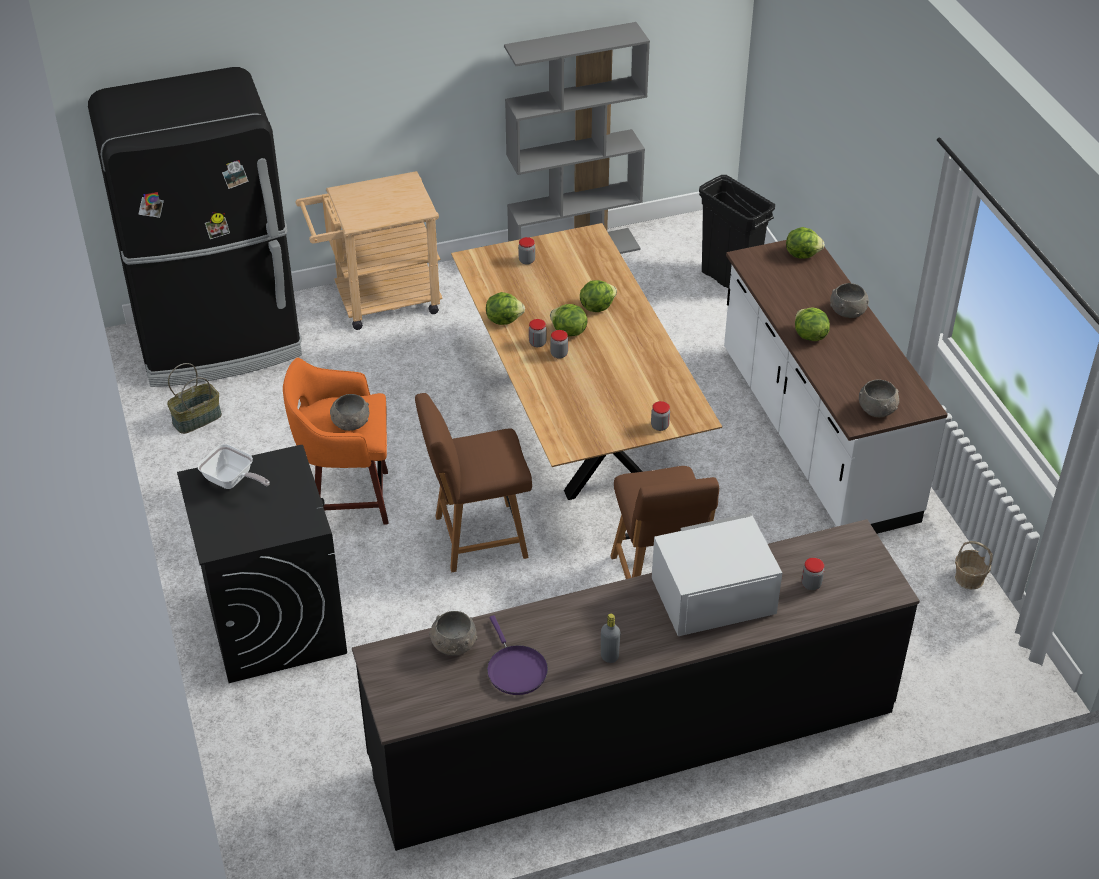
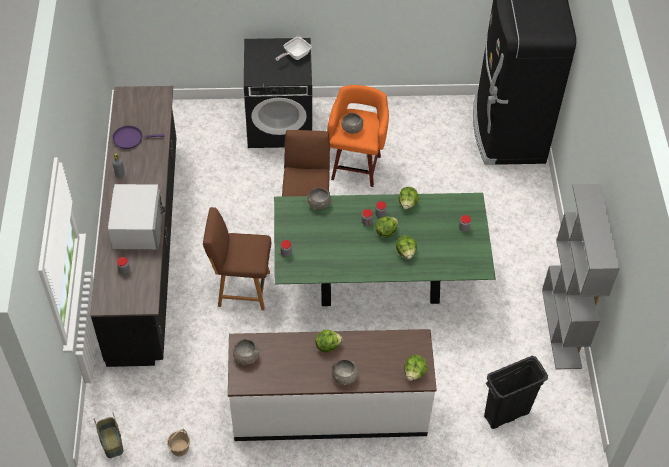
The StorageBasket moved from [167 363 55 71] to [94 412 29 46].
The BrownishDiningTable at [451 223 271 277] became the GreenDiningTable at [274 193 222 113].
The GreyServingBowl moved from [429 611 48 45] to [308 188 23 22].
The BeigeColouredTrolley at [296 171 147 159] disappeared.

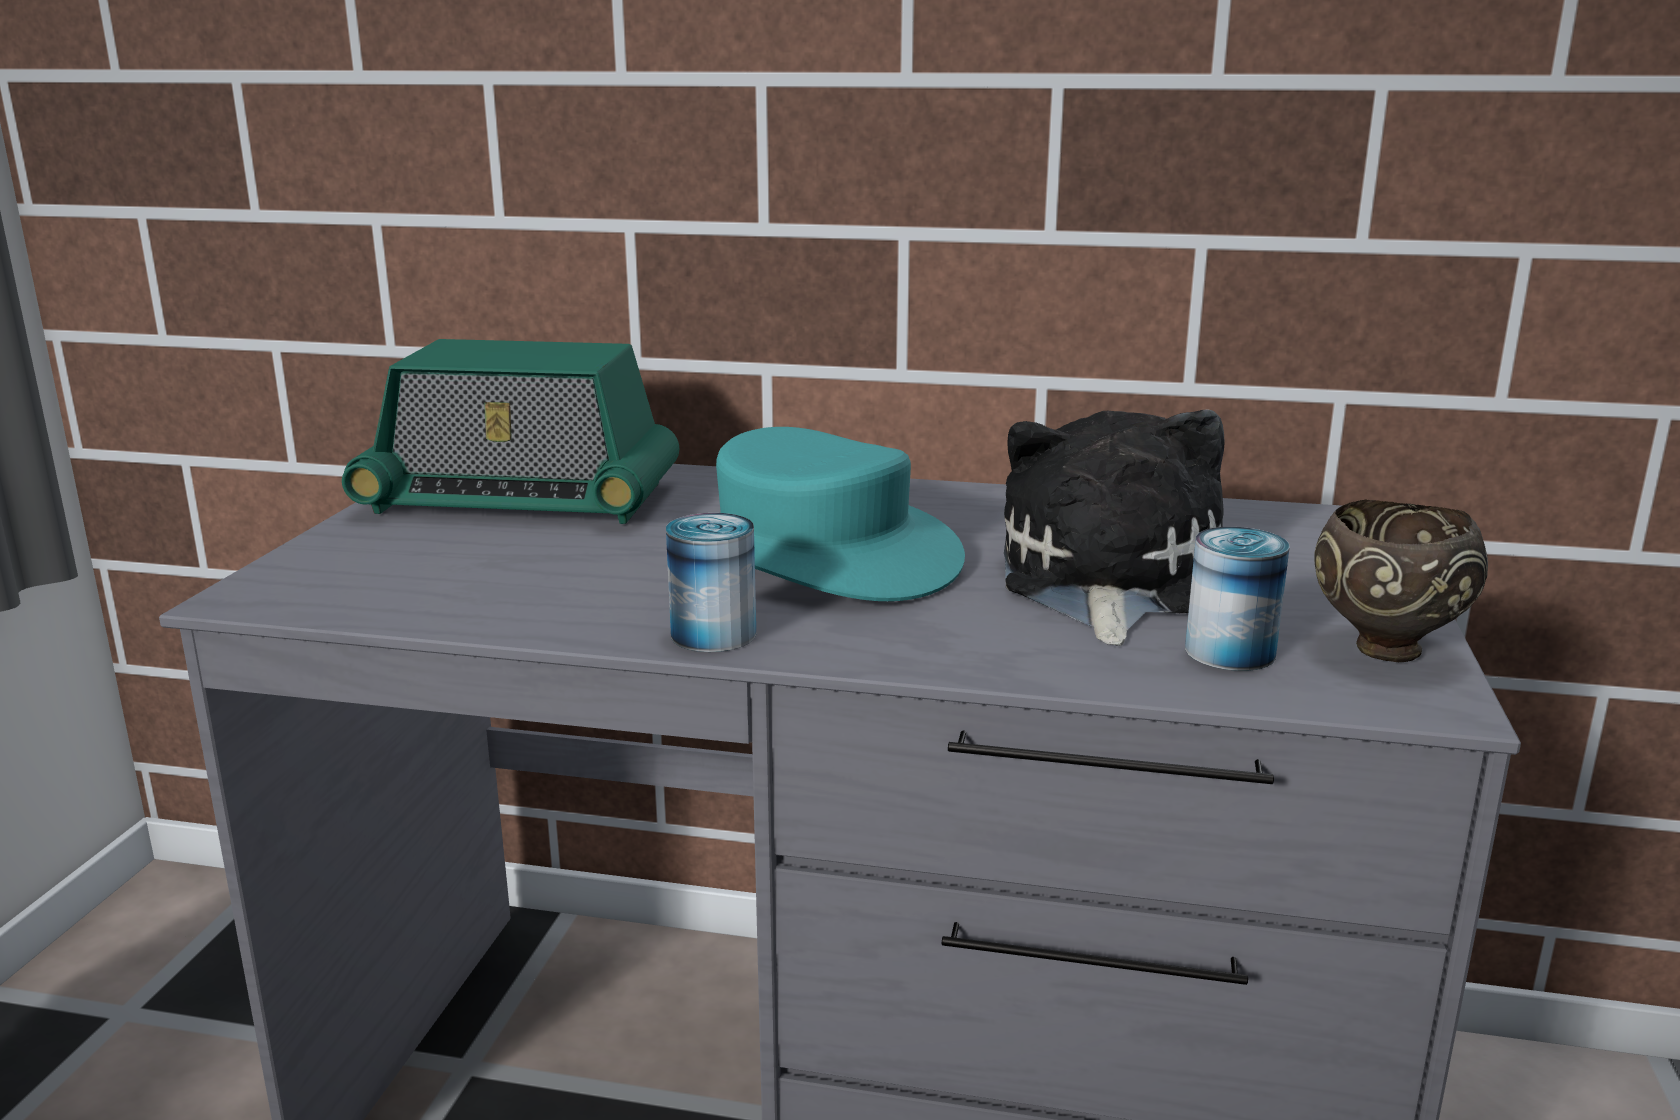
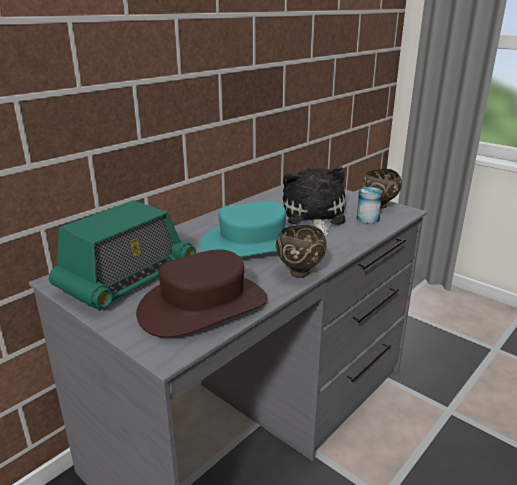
The BrownishClothingHat at [136 249 132 89] appeared.
The MetalCan at [666 513 90 139] was replaced by the BrownishServingBowl at [276 225 51 53].
The PlushToy at [1004 409 221 237] turned 45 degrees clockwise.

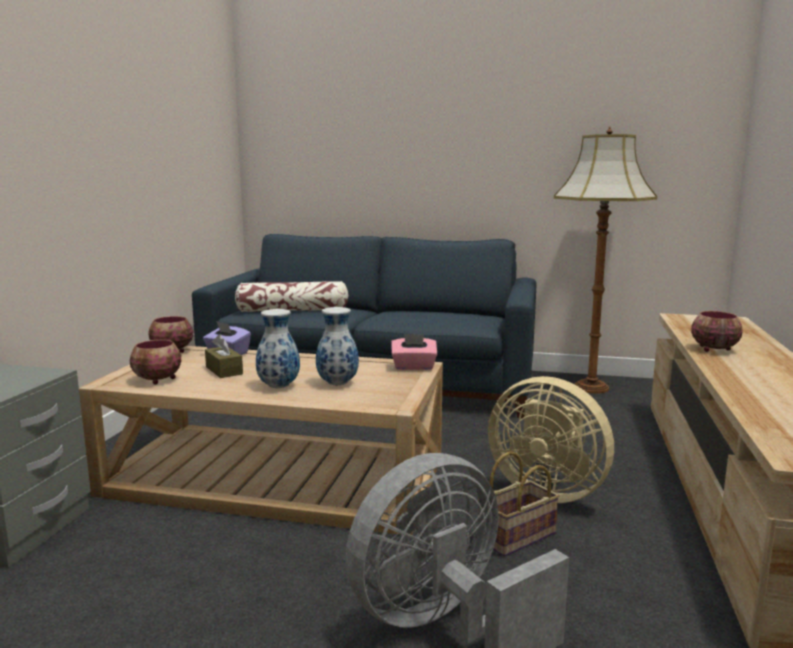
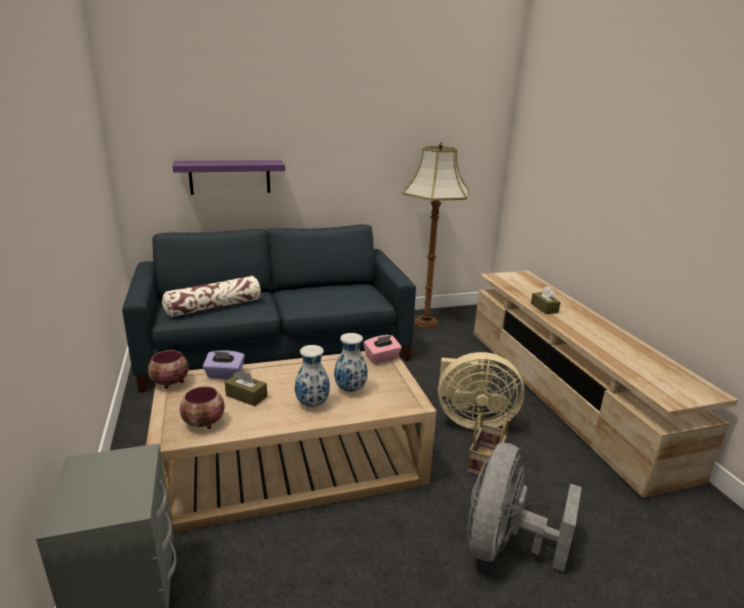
The PurpleShelf at [172 160 113 35] appeared.
The ServingBowl at [691 311 52 41] was replaced by the BrownishTissueHolder at [531 286 30 28].

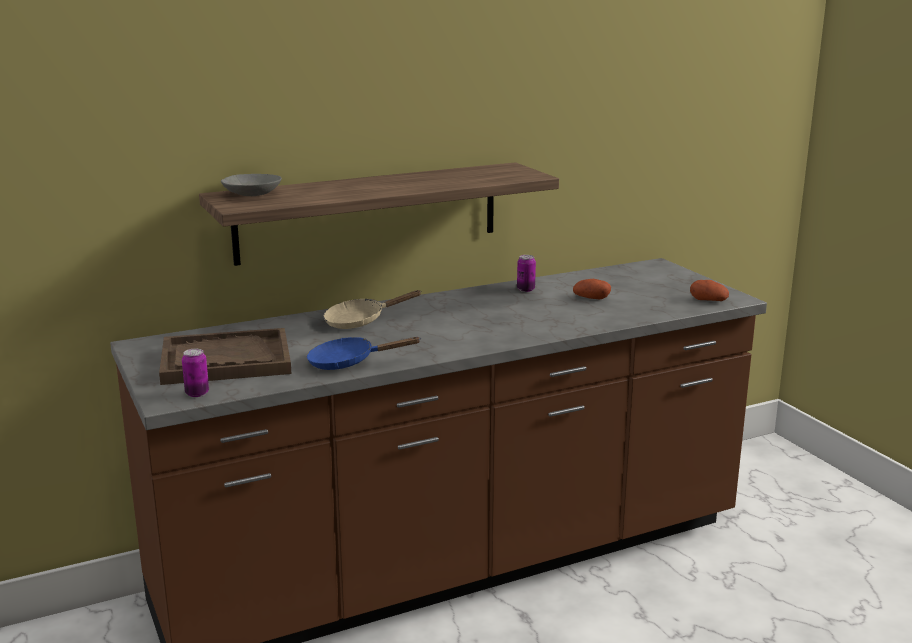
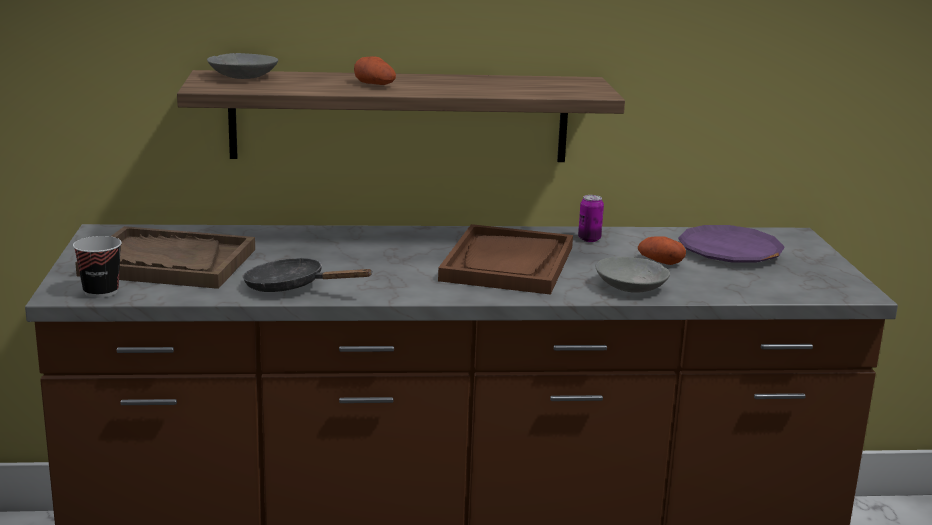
The MetalCan at [182 349 27 48] was replaced by the Cup at [73 236 49 62].
The BluishPan at [307 337 115 33] became the BlackPan at [243 258 130 34].
The Spud moved from [690 280 39 21] to [354 56 42 29].
The BrownishServingTray at [438 224 135 71] appeared.
The GreyServingBowl at [596 257 74 36] appeared.
The PurpleFlatDish at [678 225 107 38] appeared.
The BeigeColouredPan at [323 290 99 39] disappeared.

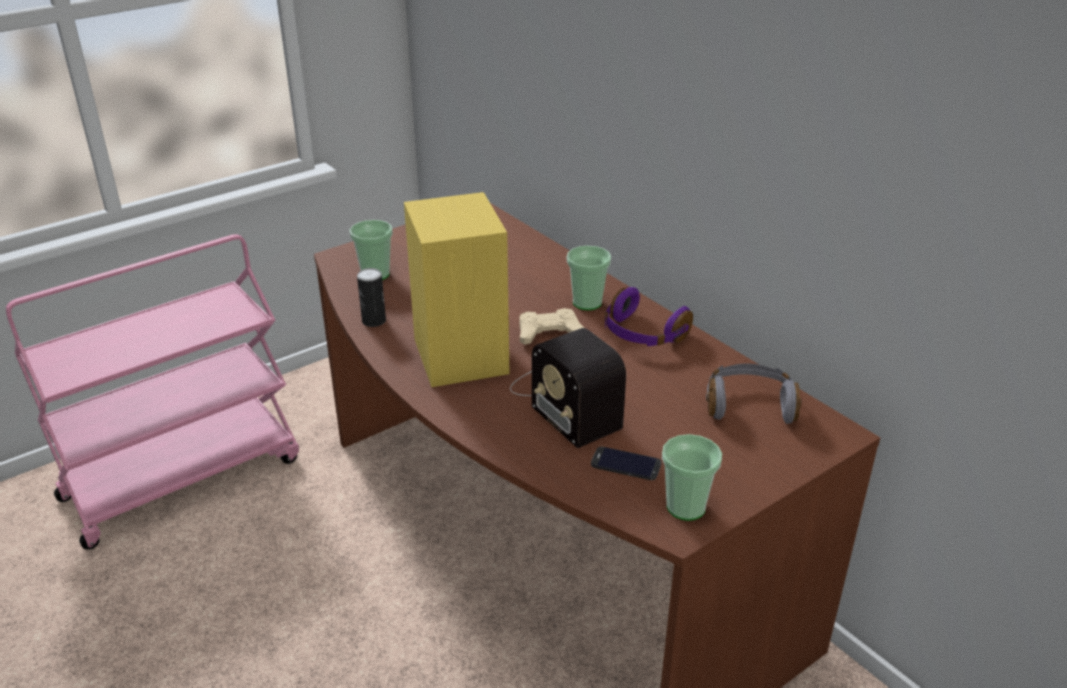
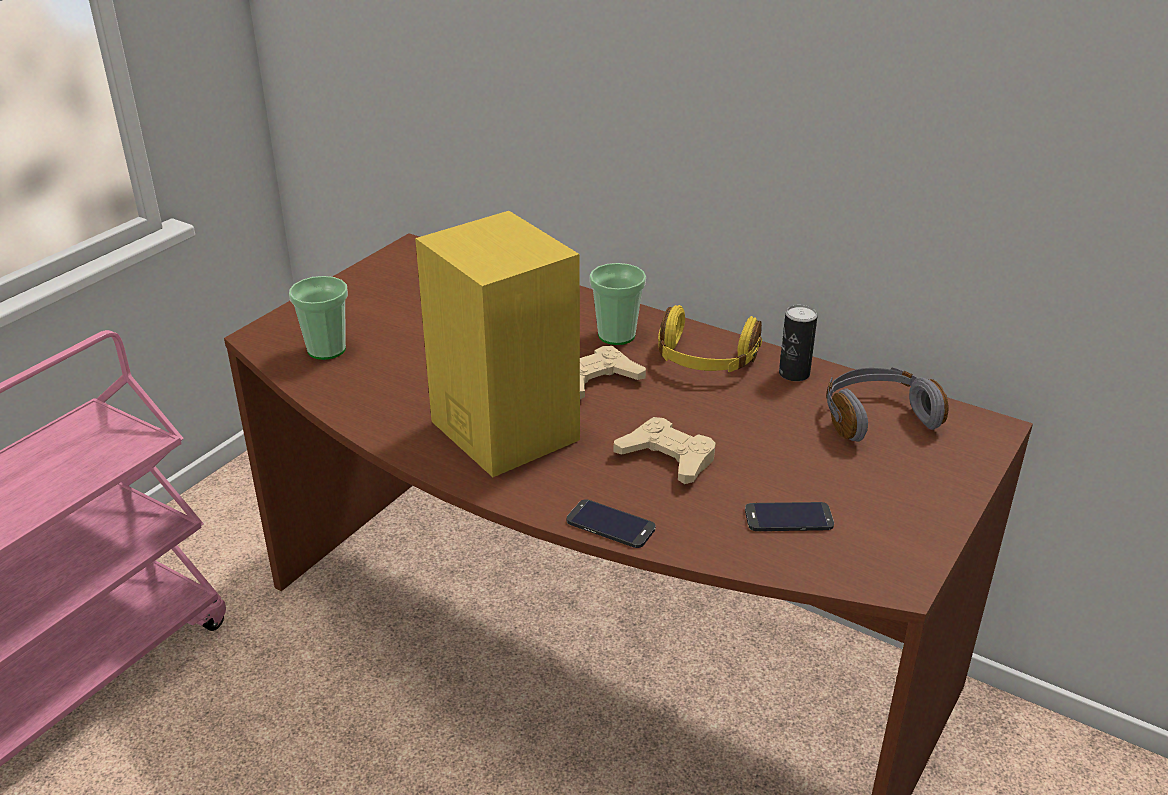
The Phone at [567 499 89 49] appeared.
The RadioSet at [510 328 116 120] was replaced by the BeigeColouredGameController at [614 417 102 67].
The PurpleHeadset at [604 287 89 59] became the YellowColouredHeadset at [658 305 104 67].
The MetalCan moved from [357 268 29 59] to [779 305 38 76].
The Cup at [662 434 60 87] disappeared.

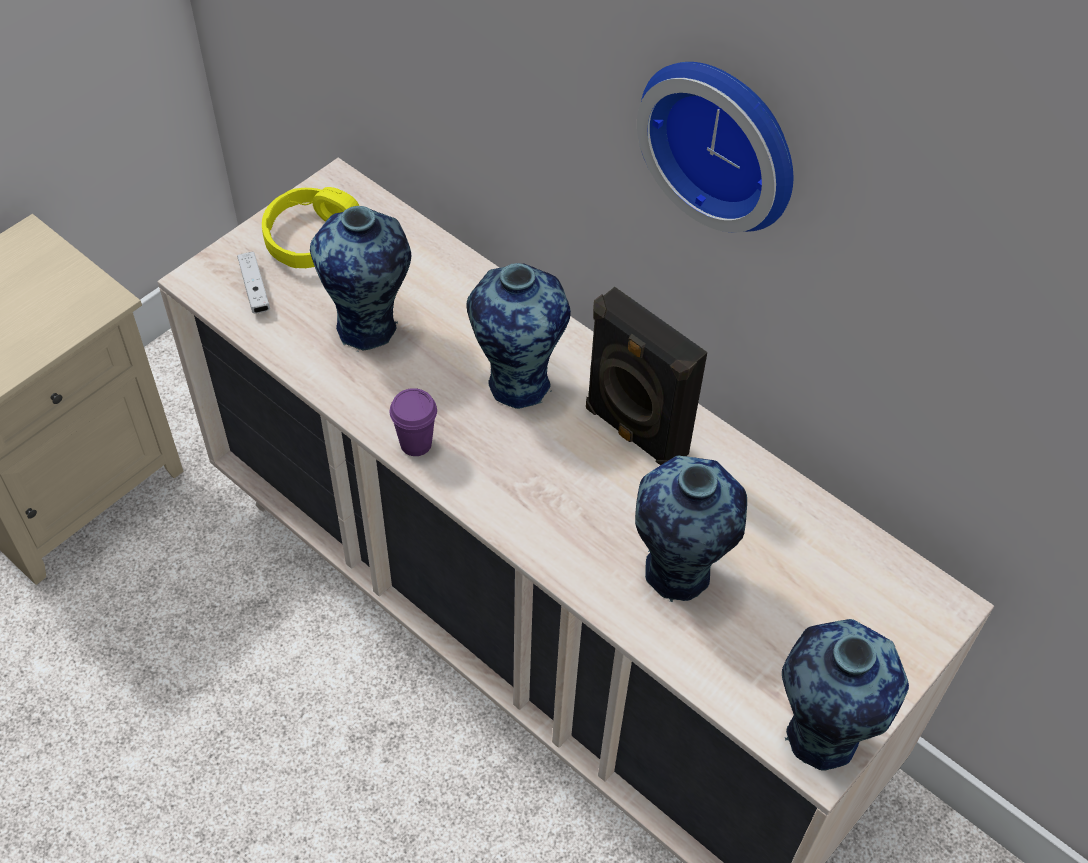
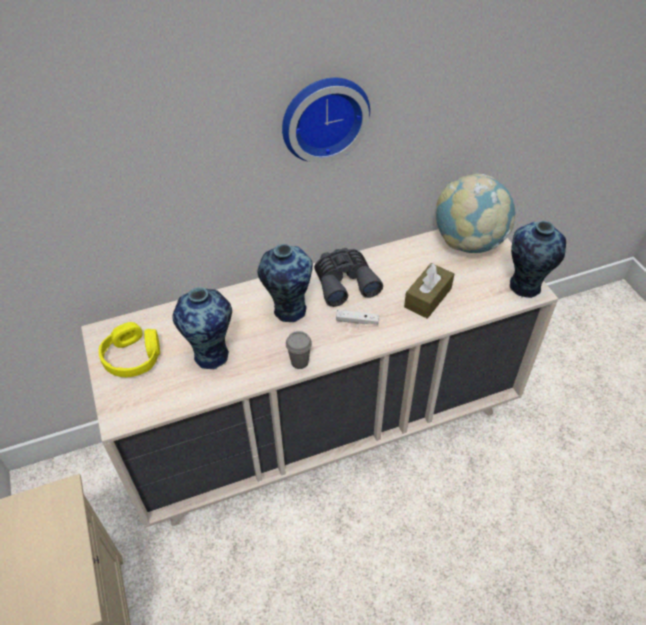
The PurpleCup at [390 388 47 68] became the GreyCup at [286 331 26 38].
The BlackLoudspeaker at [586 287 121 178] was replaced by the GreyFieldGlasses at [314 248 69 59].
The WhitishGameController moved from [237 252 33 62] to [336 310 43 15].
The DecorativeVase at [635 456 112 146] was replaced by the BrownishTissueHolder at [404 263 50 56].
The Globe at [436 174 79 79] appeared.

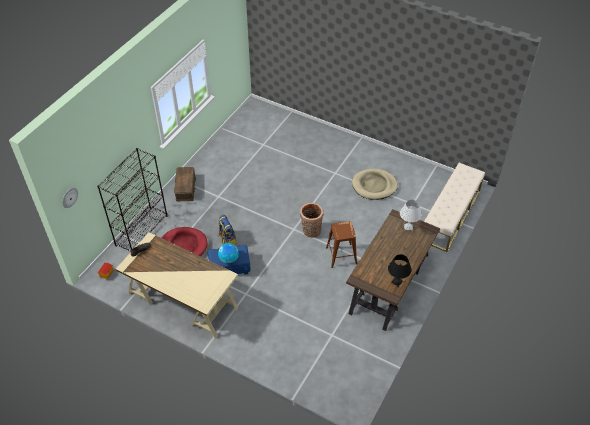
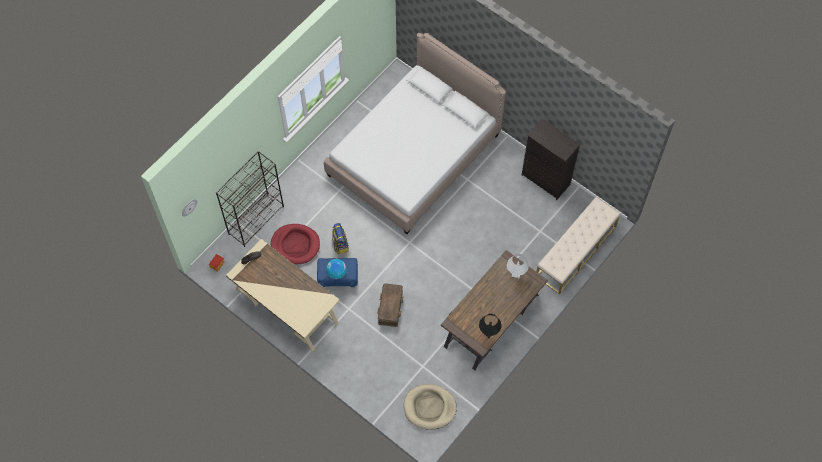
The SleepingBed at [324 33 182 201] appeared.
The BrownishStorageContainer moved from [174 167 22 34] to [377 283 26 44].
The BeigeColouredDogCushion moved from [352 169 46 31] to [404 384 53 46].
The BlackDrawerChest at [521 119 59 81] appeared.
The StorageBasket at [300 203 23 35] disappeared.
The BrownishStool at [326 221 31 47] disappeared.

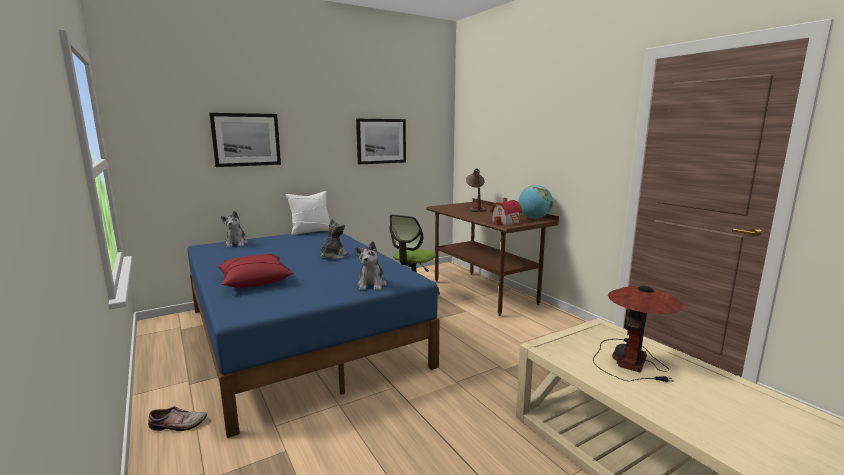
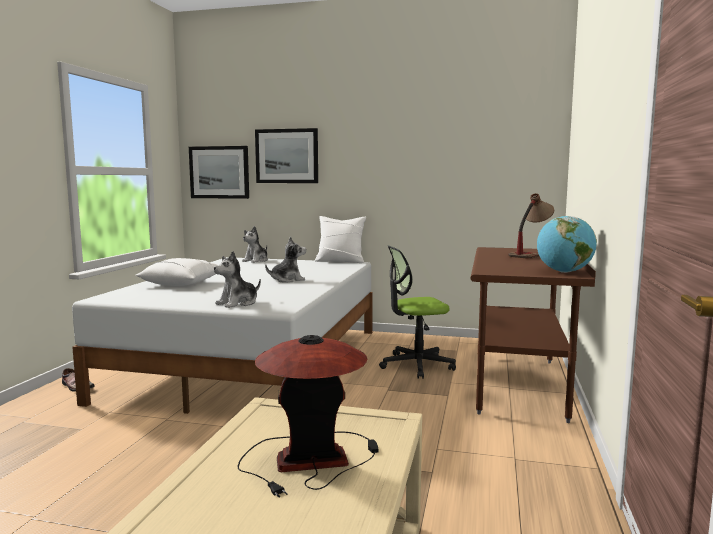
The BluishSleepingBed at [187 231 252 207] became the WhitishSleepingBed at [72 257 301 157].
The RedColouredPillow at [217 254 77 34] became the WhitishPillow at [135 258 83 28].
The WallArt moved from [356 119 50 45] to [189 146 60 53].
The ModelHouse at [490 198 32 28] disappeared.

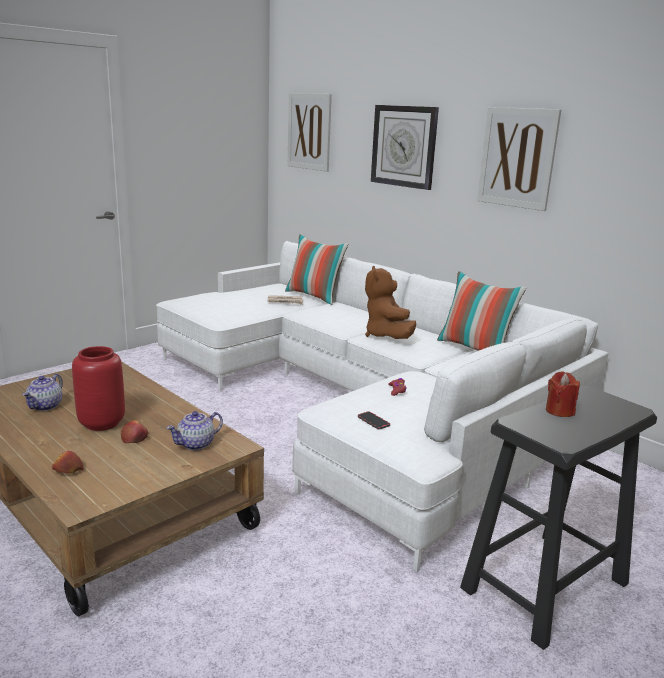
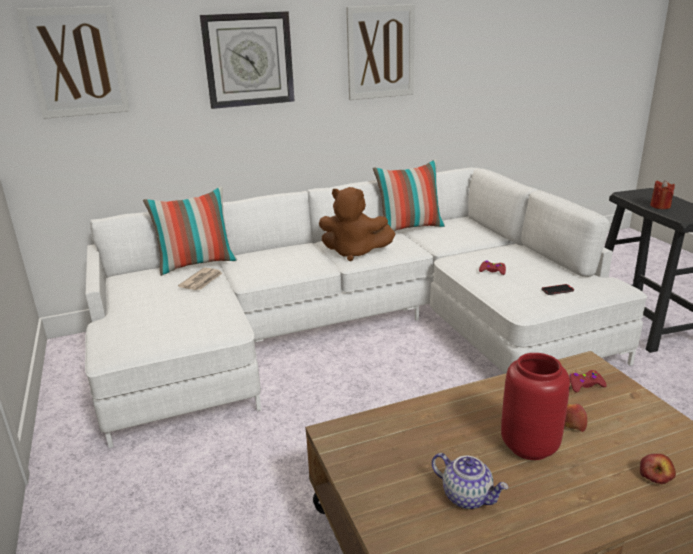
The Teapot at [166 411 57 39] was replaced by the RedColouredGameController at [570 370 37 22].

